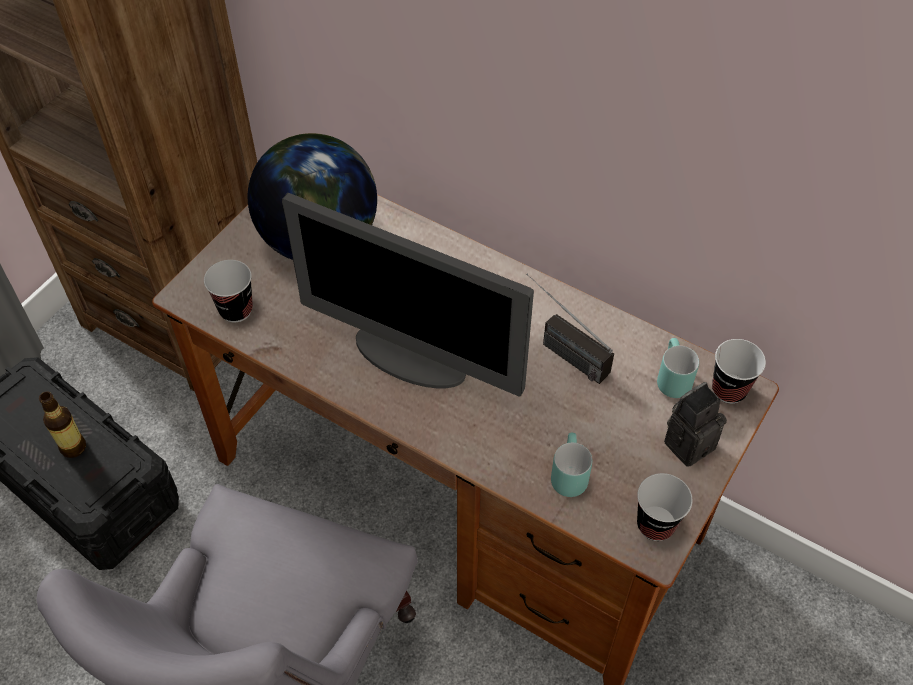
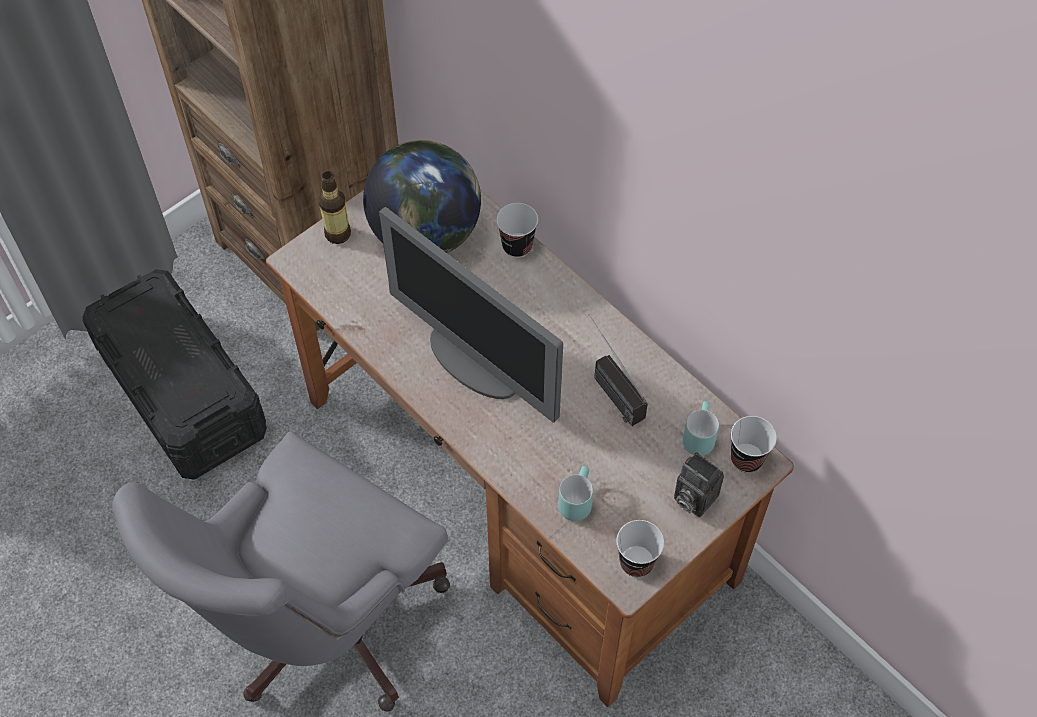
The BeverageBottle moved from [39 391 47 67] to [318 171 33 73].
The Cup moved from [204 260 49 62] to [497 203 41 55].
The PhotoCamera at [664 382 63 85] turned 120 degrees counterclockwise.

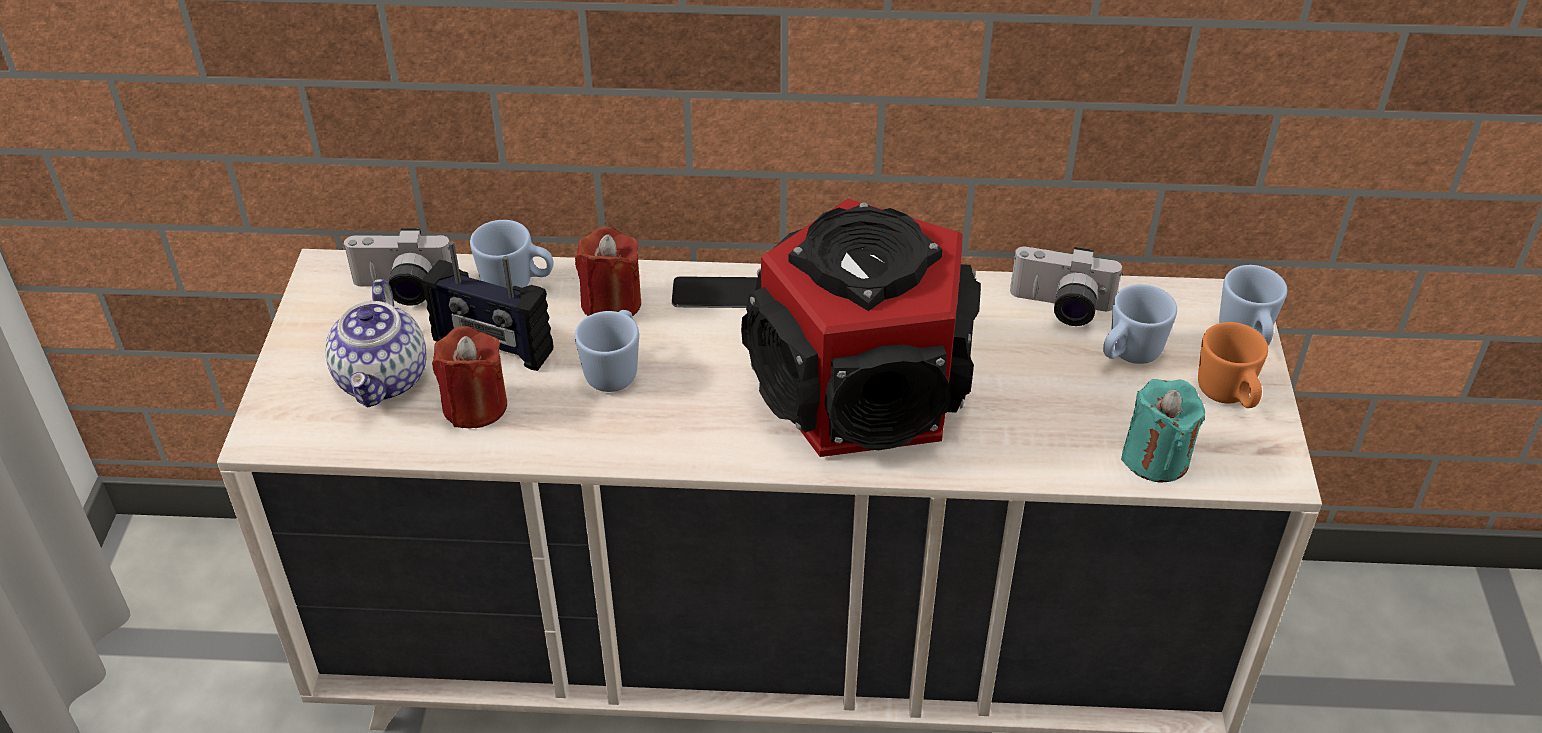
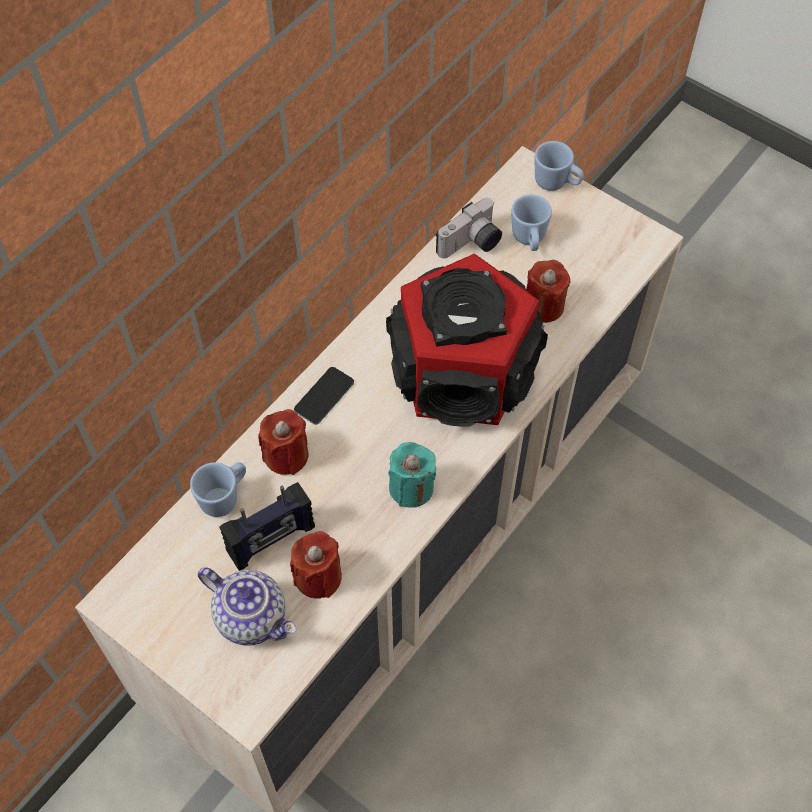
The TurquoiseCandle moved from [1121 379 84 103] to [388 442 49 66].
The RedColouredCandle at [526 260 44 63] appeared.
The PhotoCamera at [342 228 110 78] disappeared.
The BluishCoffeeMug at [575 310 64 82] disappeared.
The OrangeColouredCoffeeMug at [1198 322 70 86] disappeared.

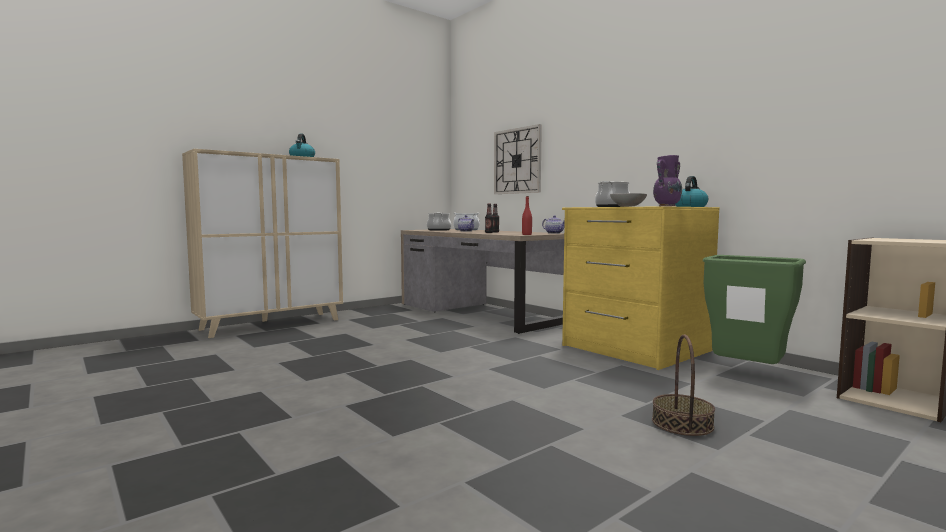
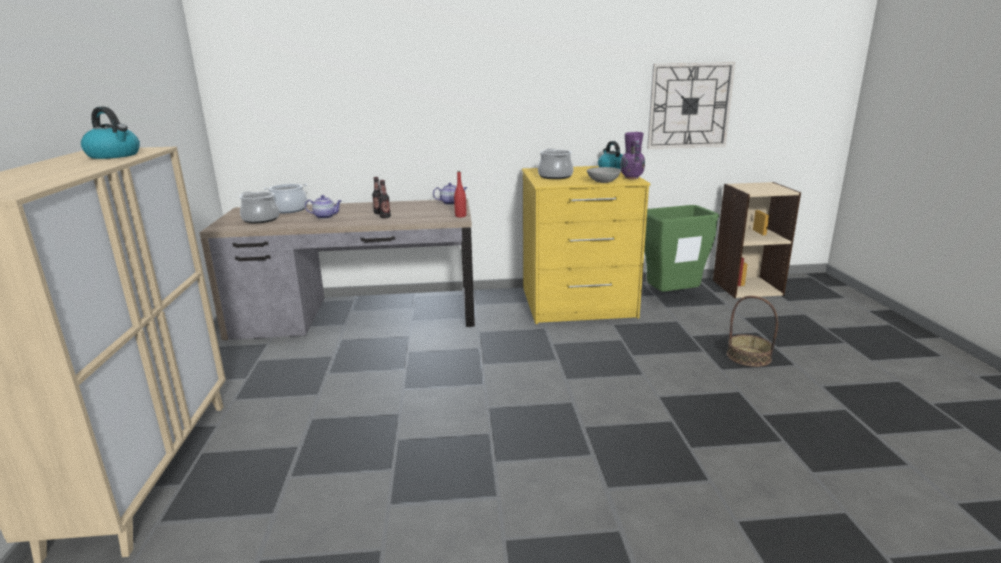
The HangingClock moved from [494 124 48 70] to [647 62 88 87].

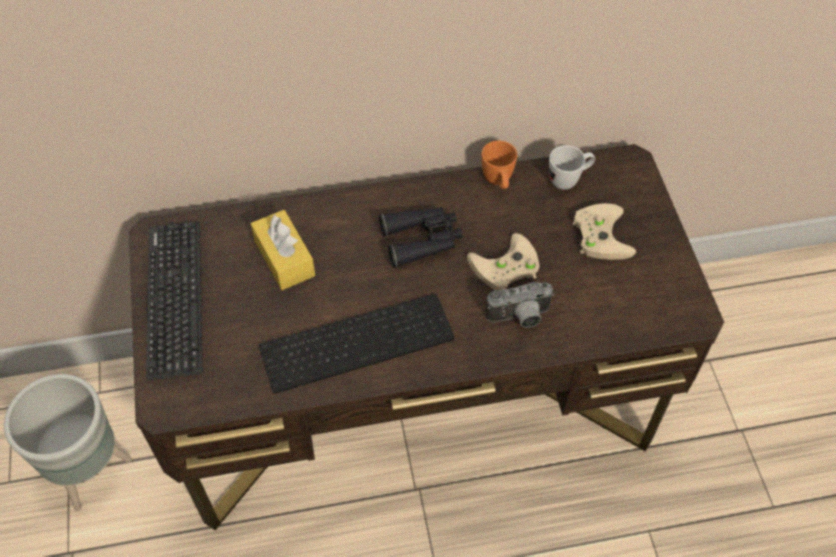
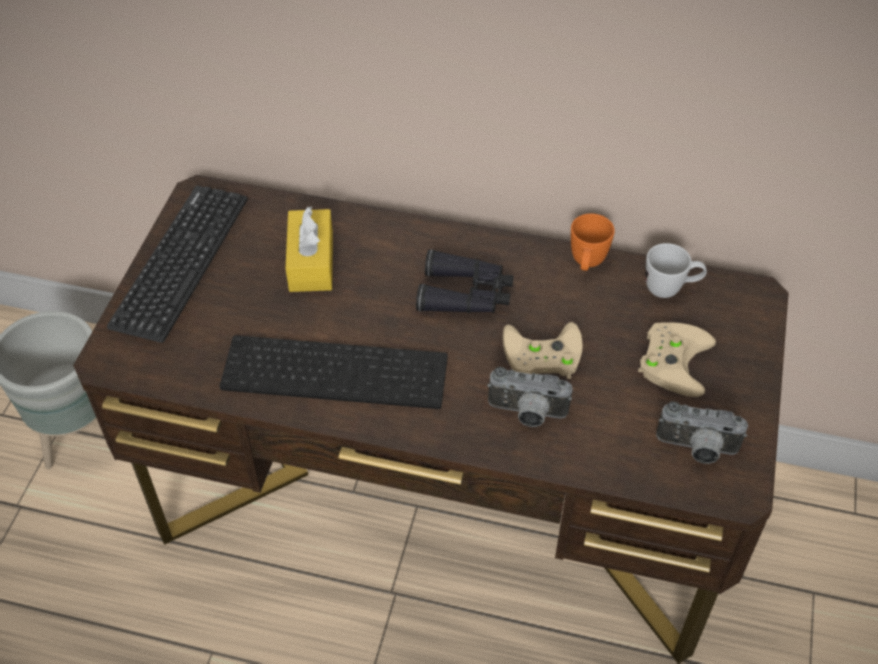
The PhotoCamera at [656 401 92 63] appeared.

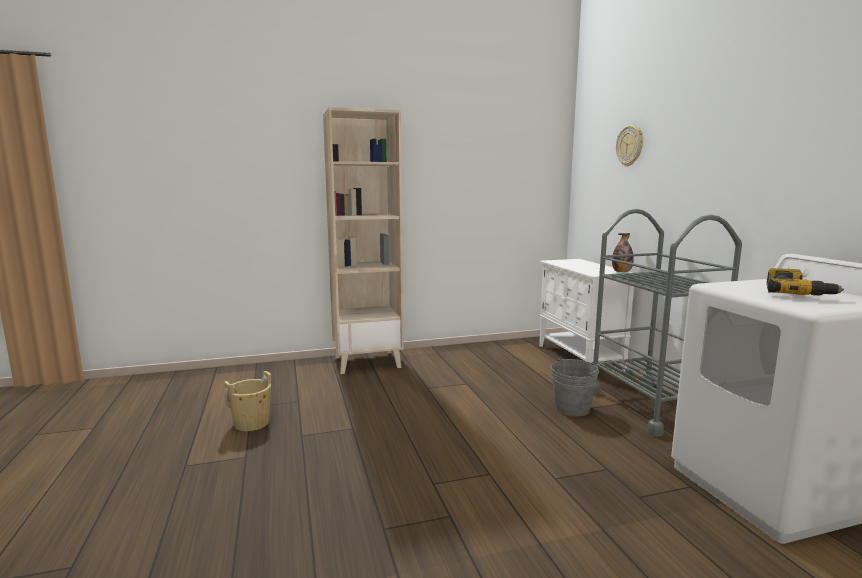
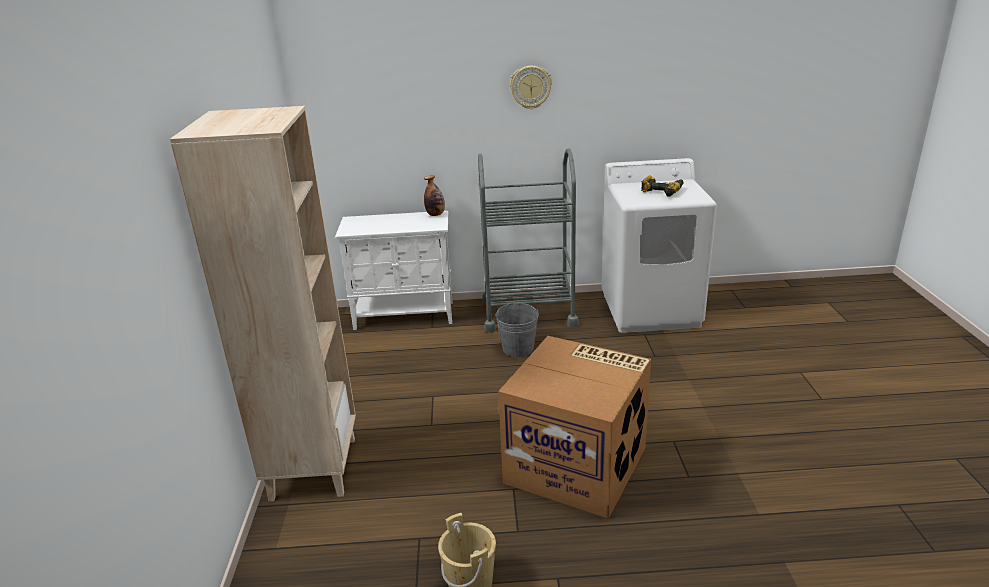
The CardboardBox at [498 336 153 183] appeared.
The HangingClock moved from [616 125 27 41] to [510 66 42 43].

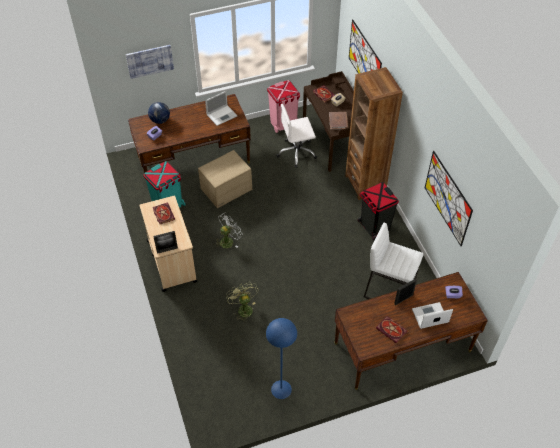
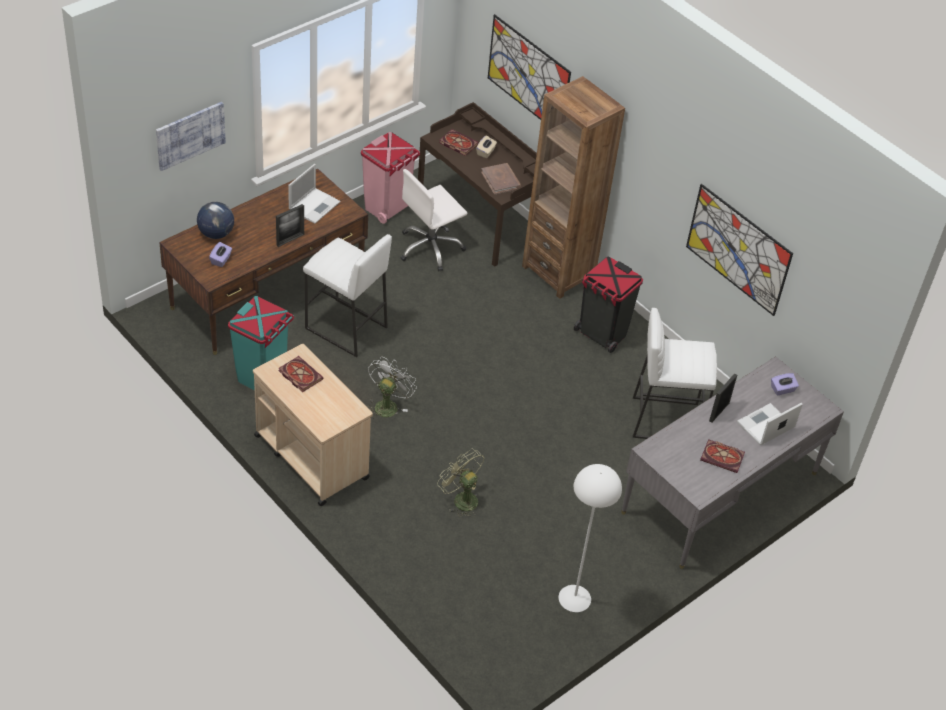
The StandingFrame moved from [153 231 25 23] to [276 204 28 43].
The CardboardBox at [198 150 54 58] was replaced by the WhitishStool at [303 234 89 123].
The BluishFloorLamp at [266 318 31 81] became the WhitishFloorLamp at [558 464 64 148].
The BrownishDeskUnit at [335 272 153 118] became the GreyDeskUnit at [621 356 223 213].

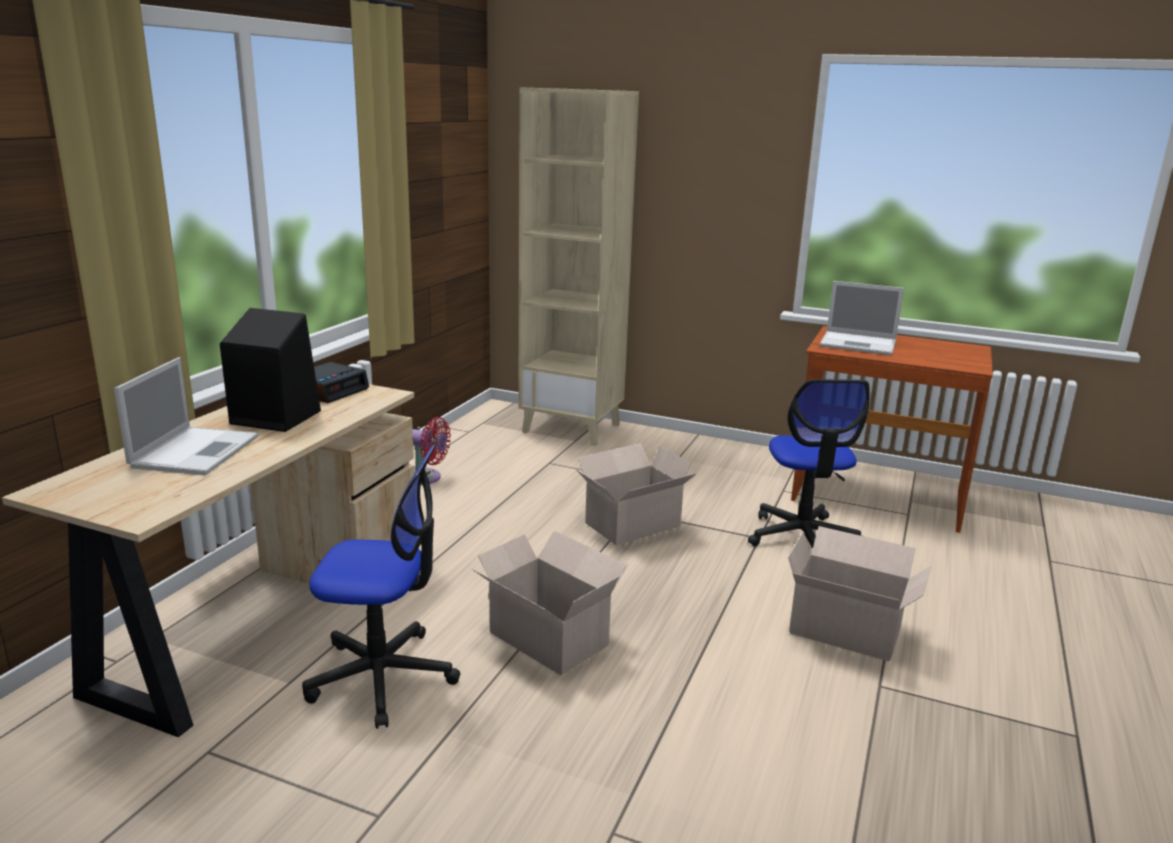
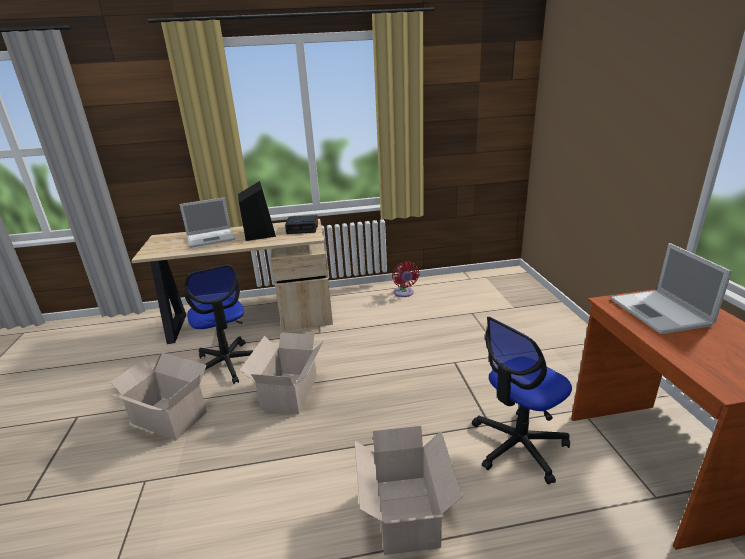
The CardboardBox moved from [576 443 121 103] to [104 353 103 87].
The BeigeColouredBookshelf at [518 87 121 359] disappeared.

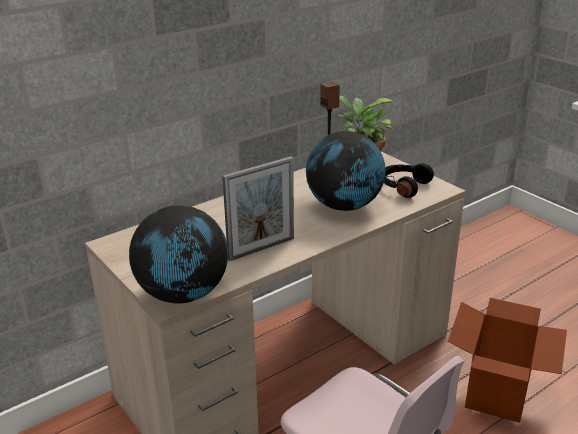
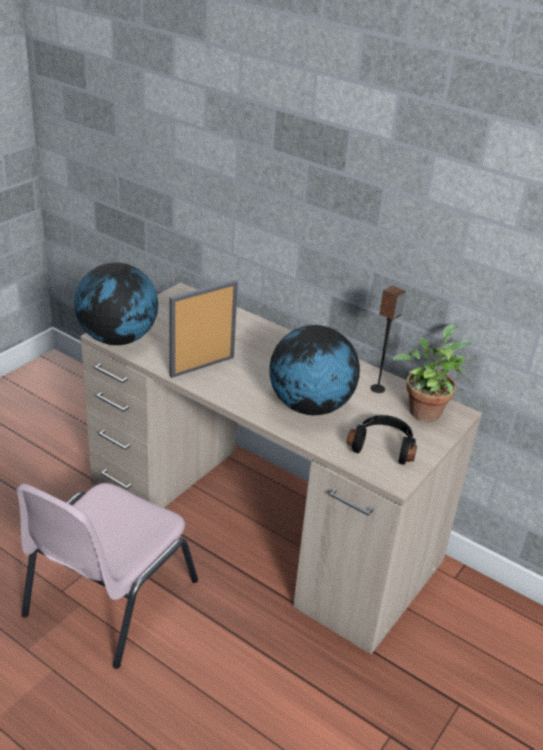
The StandingFrame at [222 156 72 105] turned 105 degrees clockwise.
The CardboardBox at [448 298 119 125] disappeared.

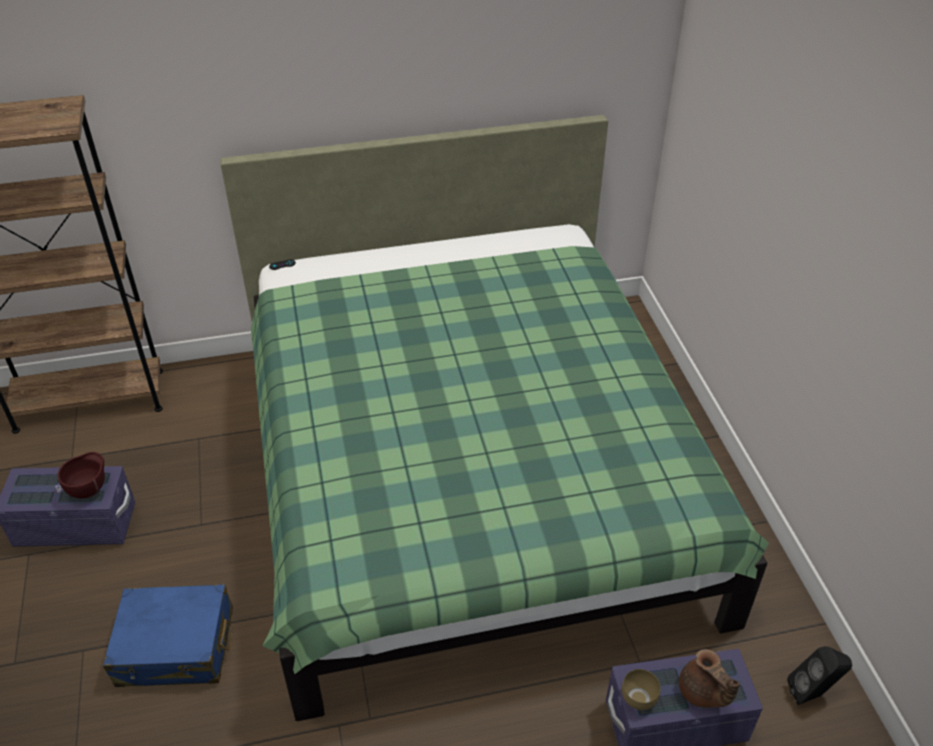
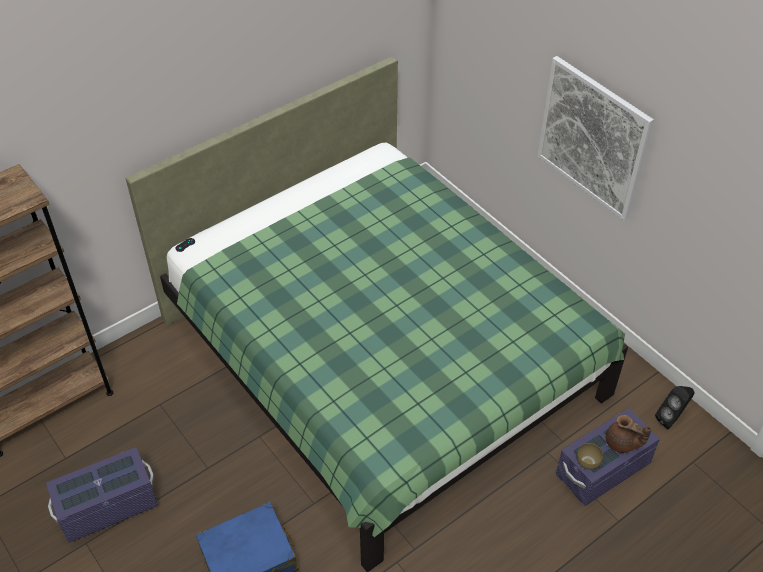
The WallArt at [537 56 117 165] appeared.
The BrownishServingBowl at [58 452 47 47] disappeared.

